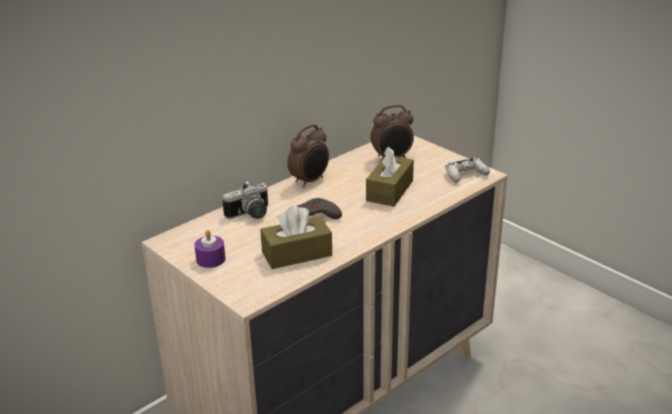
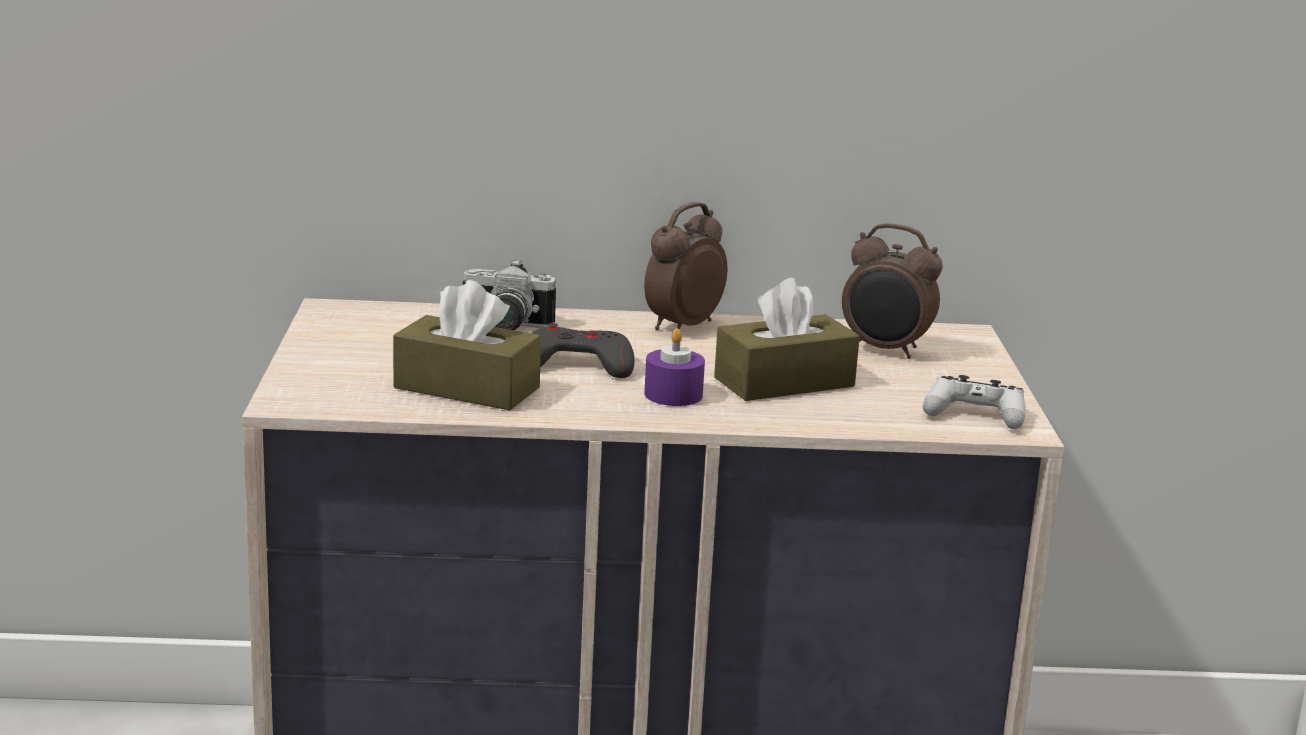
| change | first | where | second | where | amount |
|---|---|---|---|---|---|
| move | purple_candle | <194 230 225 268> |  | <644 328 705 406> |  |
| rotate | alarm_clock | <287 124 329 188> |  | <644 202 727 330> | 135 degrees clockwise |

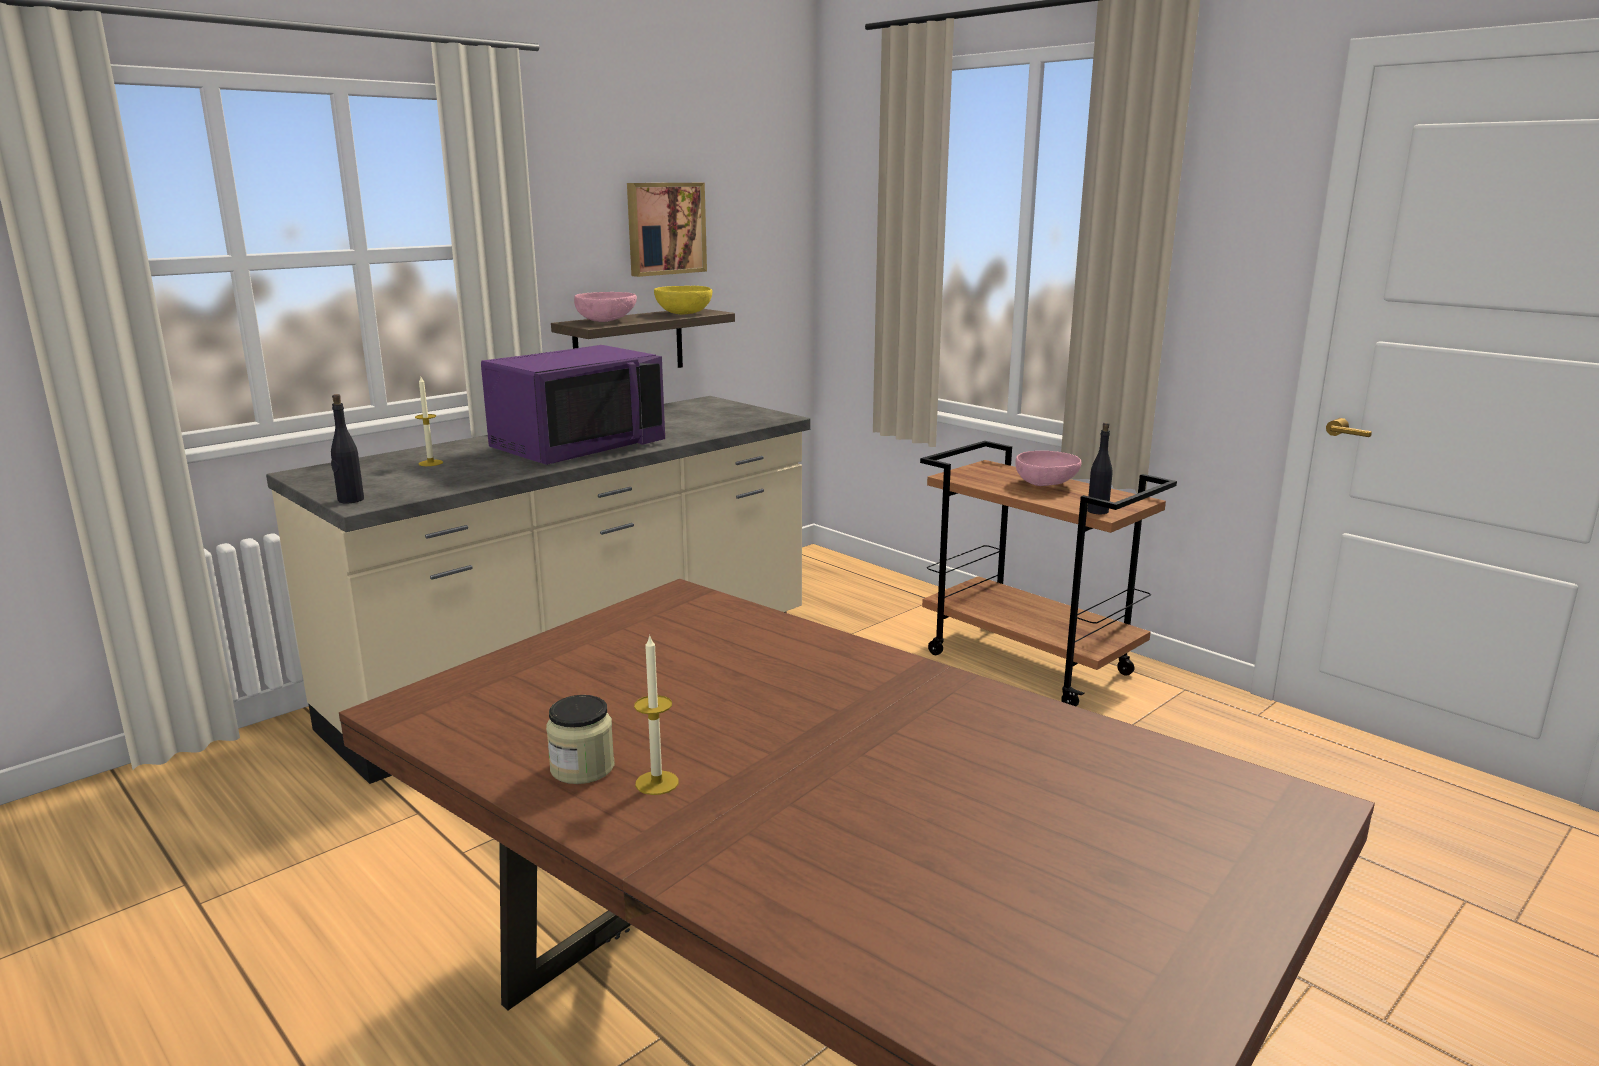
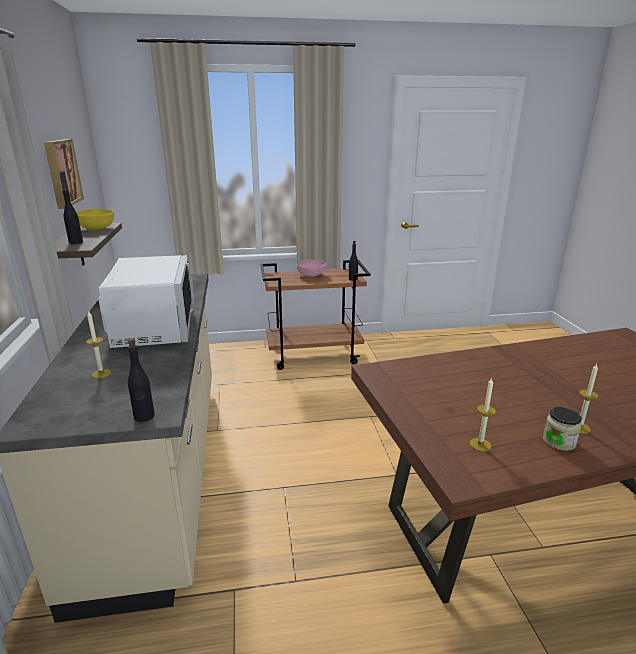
| change | first | where | second | where | amount |
|---|---|---|---|---|---|
| insert |  |  | candle | <470 378 496 451> |  |
| replace | pink_bowl | <574 292 637 322> | black_bottle | <62 185 83 244> |  |
| recolor | purple_microwave | <481 345 665 465> | white_microwave | <98 255 194 348> |  |

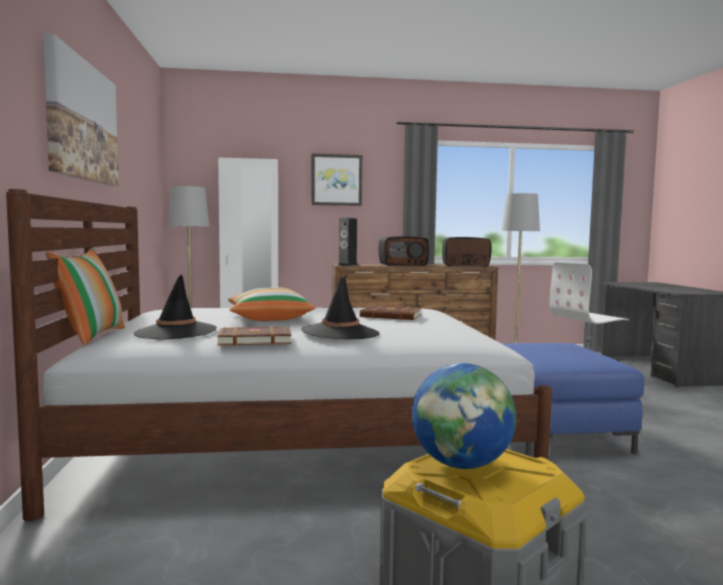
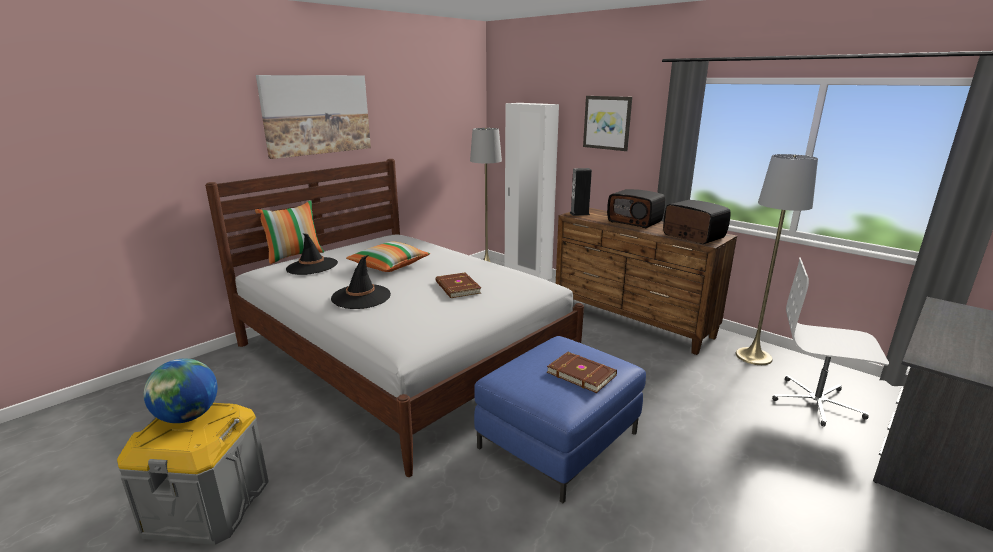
| change | first | where | second | where | amount |
|---|---|---|---|---|---|
| move | brown_book | <217 326 291 346> |  | <547 352 617 393> |  |

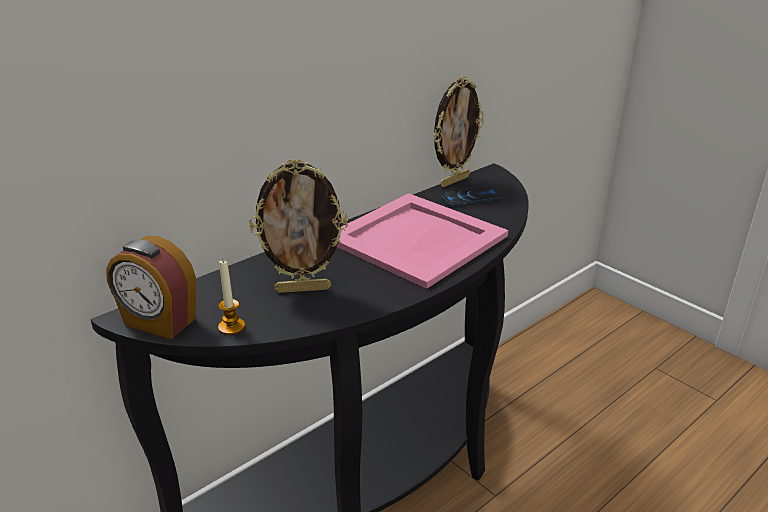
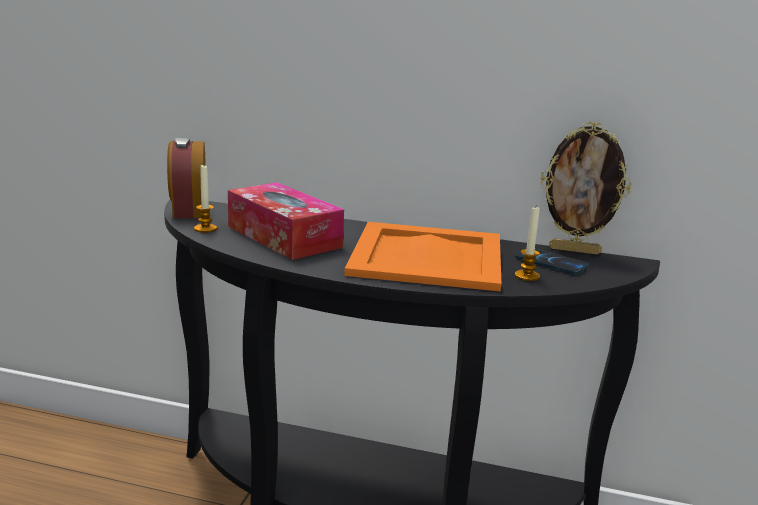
| change | first | where | second | where | amount |
|---|---|---|---|---|---|
| insert |  |  | candle | <515 207 540 281> |  |
| replace | picture_frame | <249 159 348 293> | tissue_box | <228 182 344 260> |  |
| recolor | pink_tray | <337 193 509 289> | orange_tray | <344 222 501 292> |  |

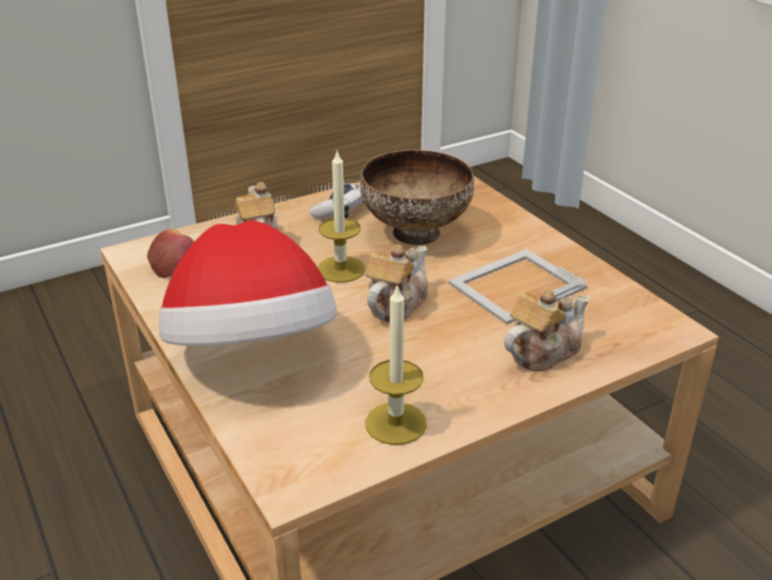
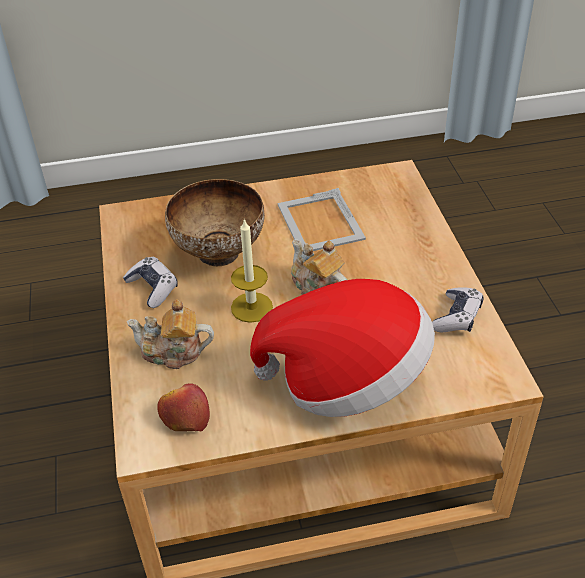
| change | first | where | second | where | amount |
|---|---|---|---|---|---|
| delete | teapot | <504 289 589 371> |  |  |  |
| replace | candle | <365 285 427 445> | game_controller | <432 287 484 333> |  |

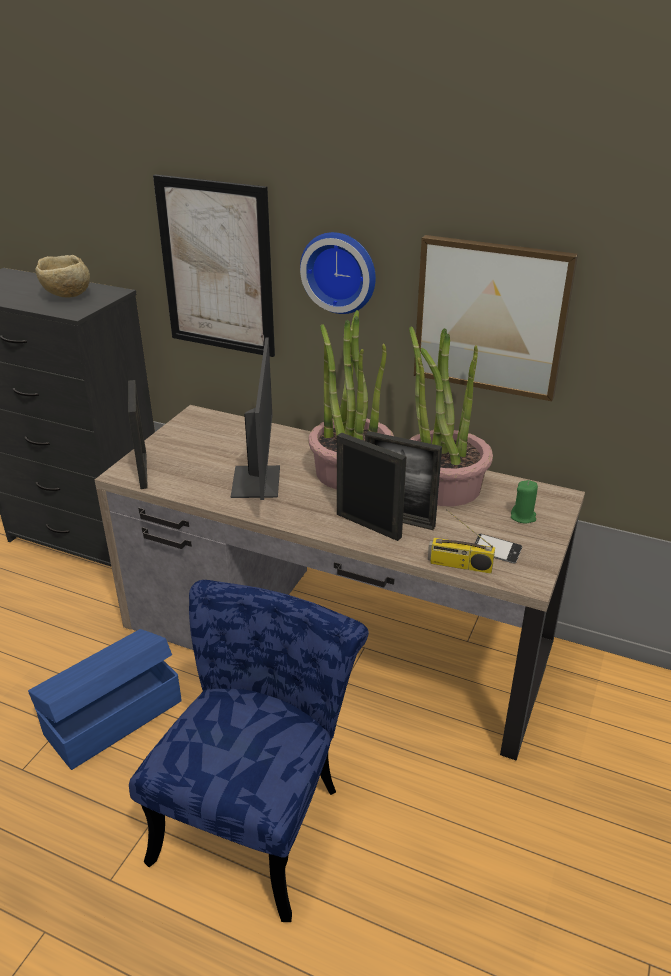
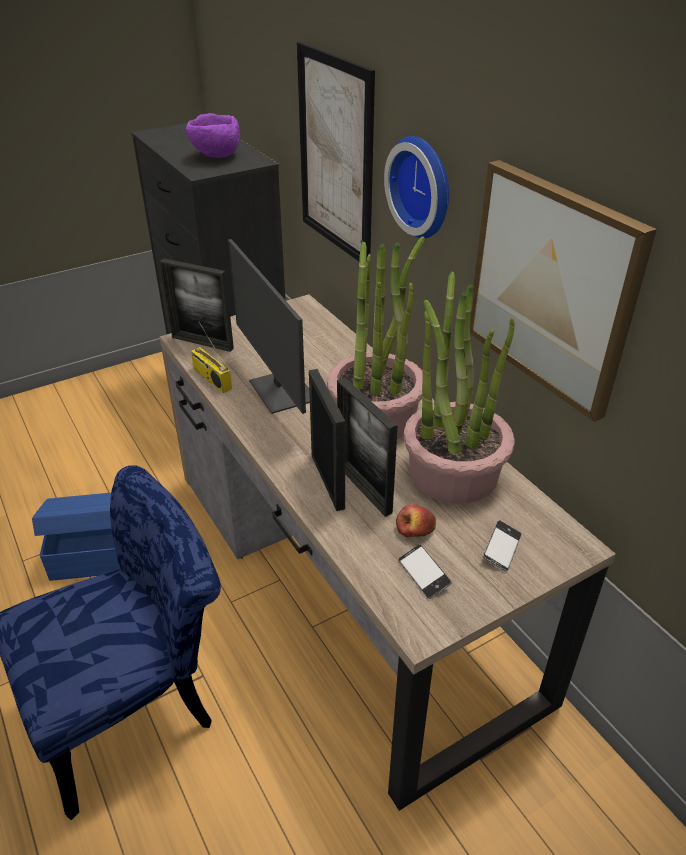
| change | first | where | second | where | amount |
|---|---|---|---|---|---|
| insert |  |  | apple | <396 504 436 537> |  |
| move | radio | <428 509 495 574> |  | <191 322 232 393> |  |
| replace | green_candle | <511 480 538 523> | phone | <483 520 521 571> |  |
| recolor | beige_bowl | <35 255 90 298> | purple_bowl | <186 113 240 158> |  |
| rotate | picture_frame | <128 380 148 489> |  | <160 258 234 352> | 90 degrees clockwise |
| rotate | monitor | <231 337 280 500> |  | <228 239 310 414> | 120 degrees clockwise |

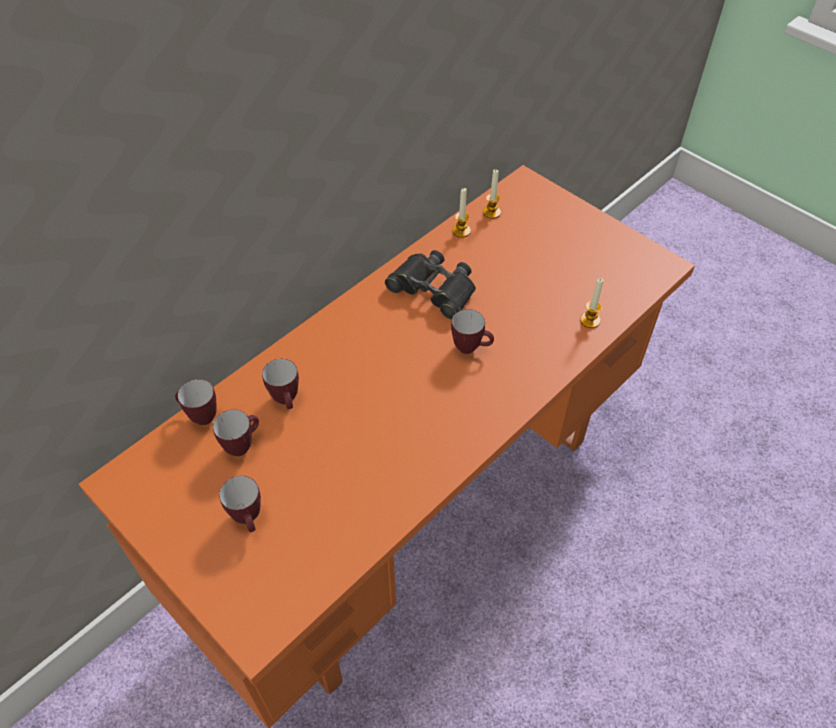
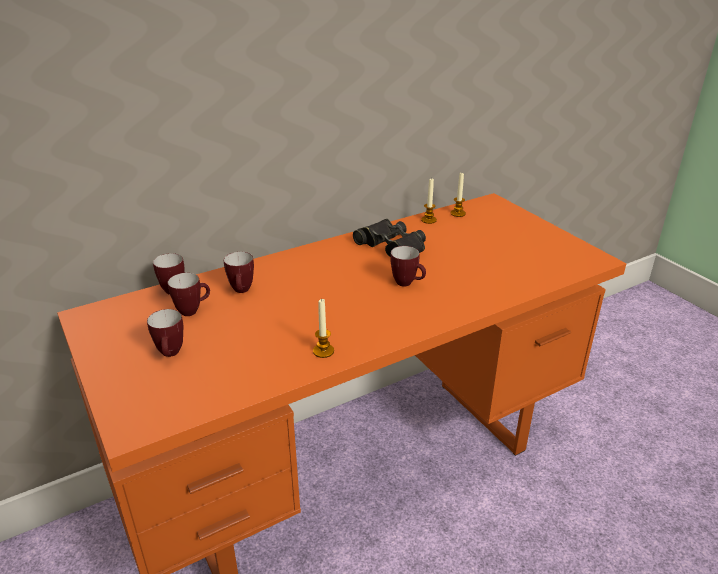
| change | first | where | second | where | amount |
|---|---|---|---|---|---|
| move | candle | <580 278 603 328> |  | <313 298 334 358> |  |

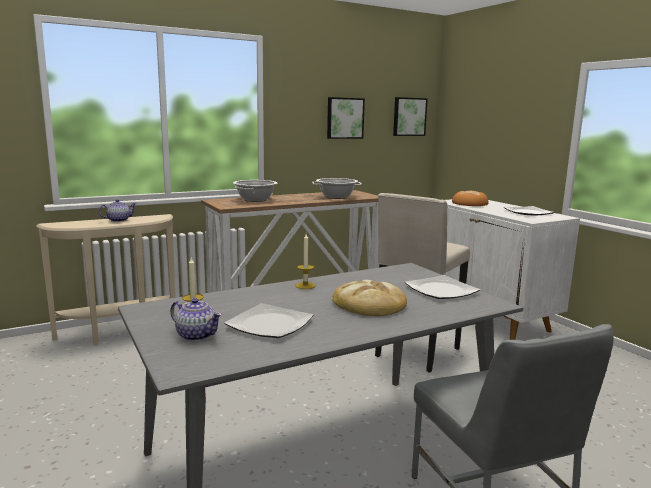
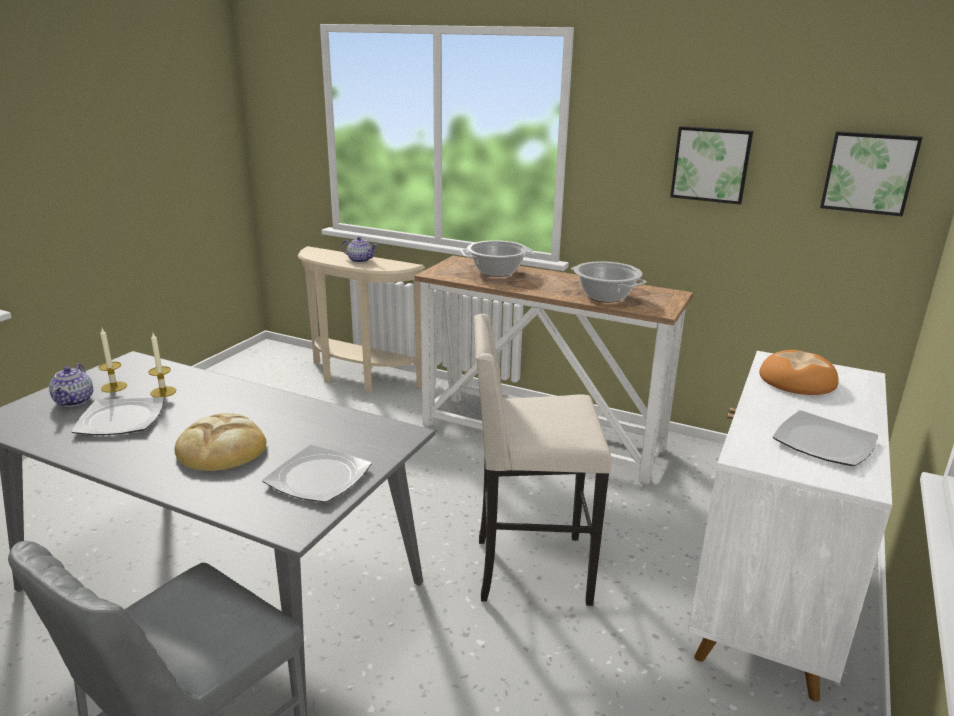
| change | first | where | second | where | amount |
|---|---|---|---|---|---|
| move | candle | <296 234 316 289> |  | <148 333 176 397> |  |

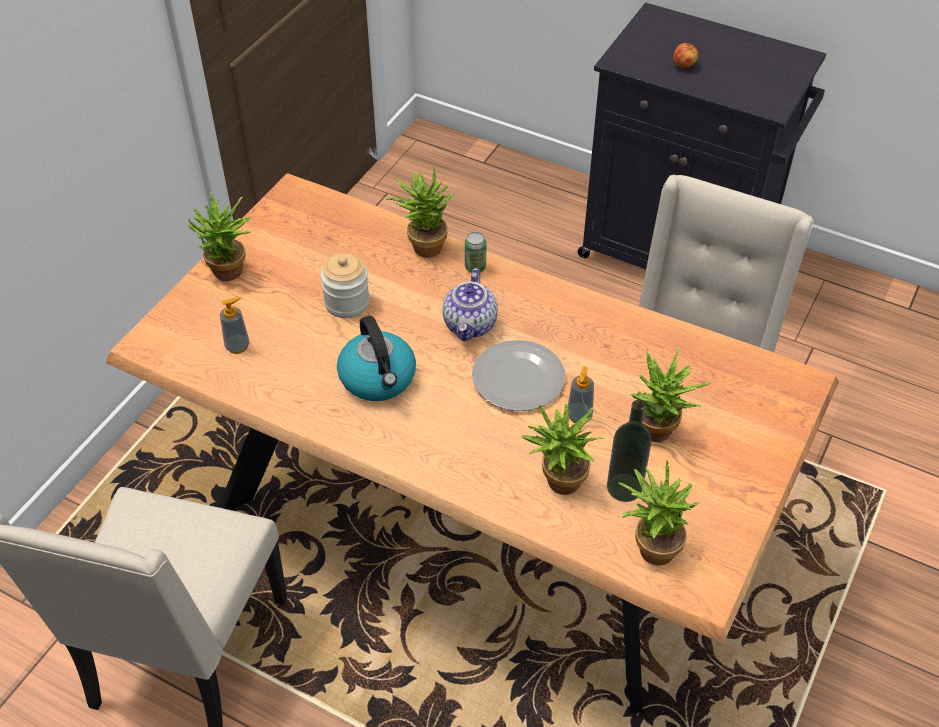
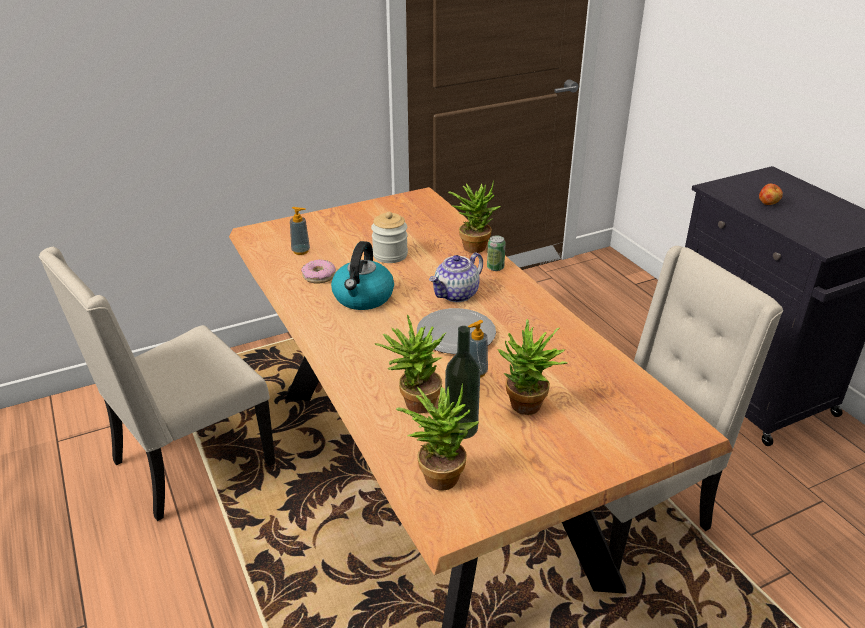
| change | first | where | second | where | amount |
|---|---|---|---|---|---|
| delete | potted_plant | <187 192 251 281> |  |  |  |
| insert |  |  | donut | <301 259 336 284> |  |

